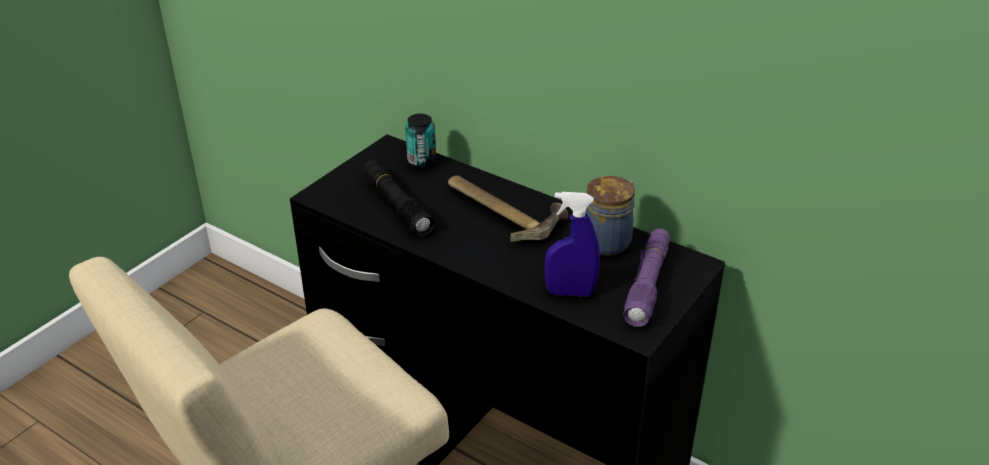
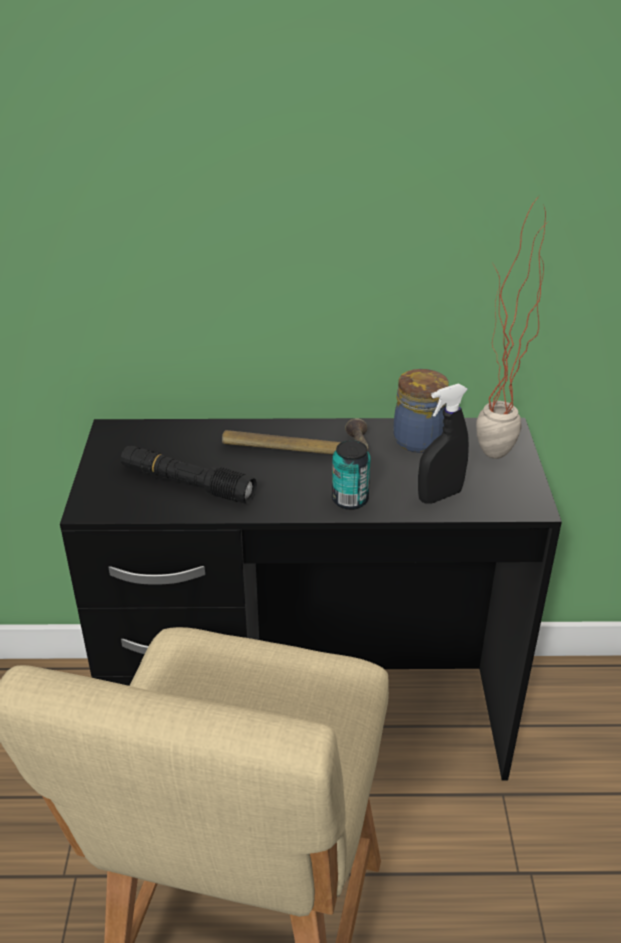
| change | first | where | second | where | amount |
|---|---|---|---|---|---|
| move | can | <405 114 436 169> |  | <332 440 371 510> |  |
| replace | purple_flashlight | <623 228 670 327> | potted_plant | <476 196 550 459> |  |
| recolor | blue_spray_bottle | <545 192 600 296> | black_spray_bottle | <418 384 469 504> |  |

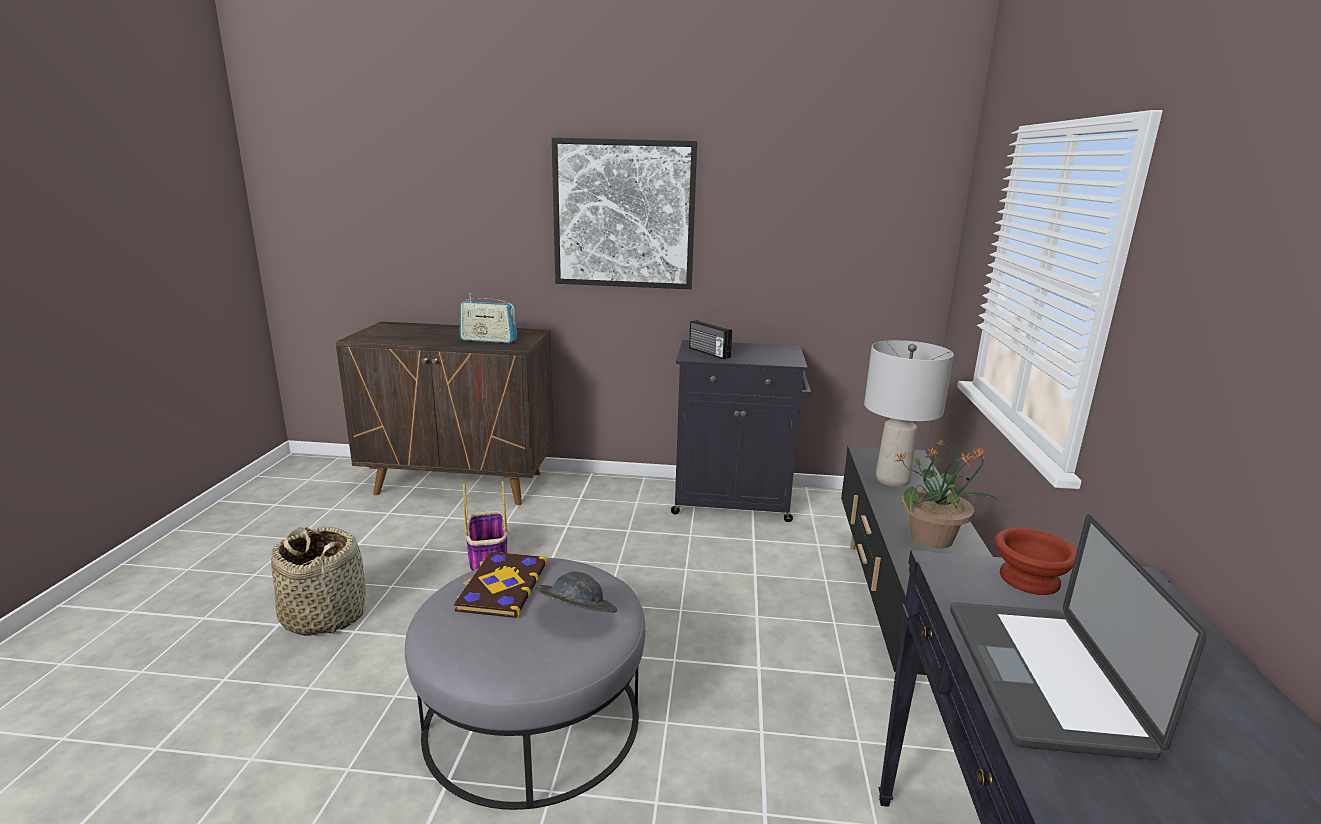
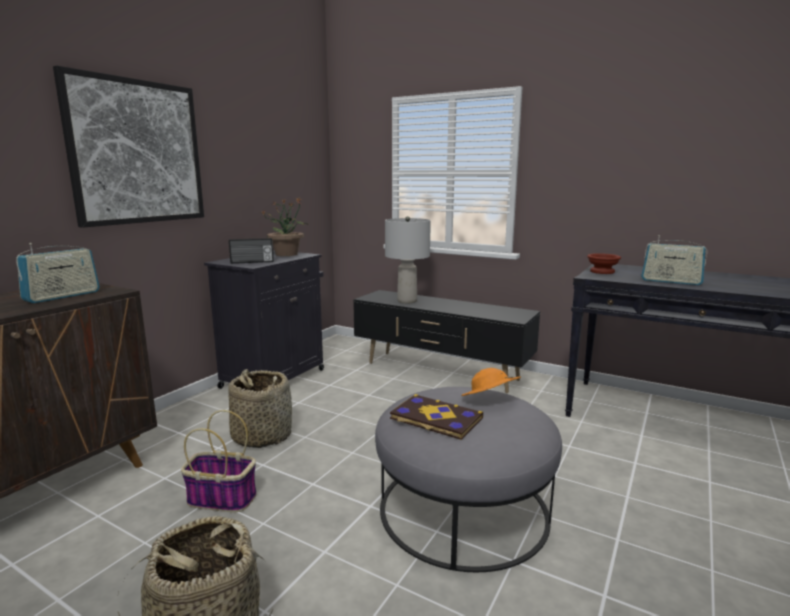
| change | first | where | second | where | amount |
|---|---|---|---|---|---|
| insert |  |  | basket | <228 369 292 448> |  |
| move | potted_plant | <895 439 997 549> |  | <262 198 307 256> |  |
| replace | laptop | <950 514 1207 760> | radio | <641 235 707 285> |  |
| recolor | grey_hat | <534 572 618 612> | orange_hat | <461 368 521 396> |  |

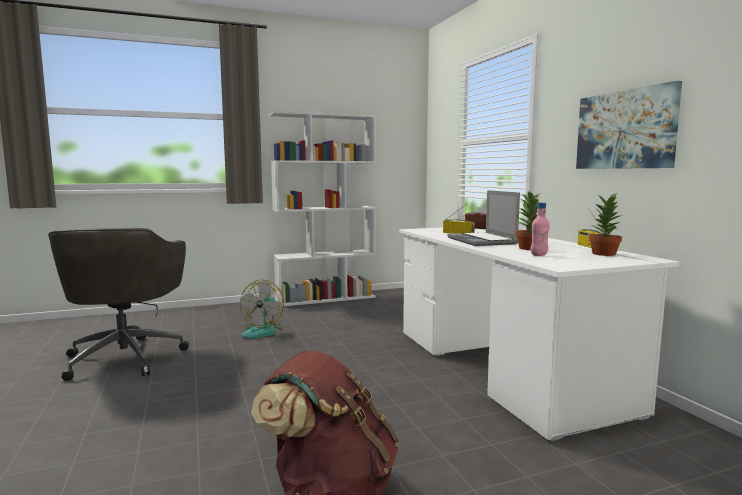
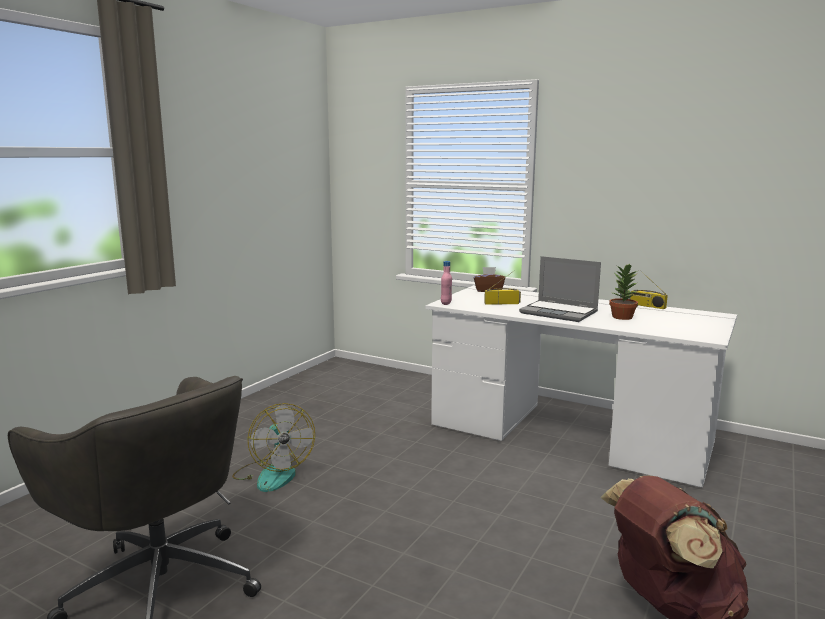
| change | first | where | second | where | amount |
|---|---|---|---|---|---|
| delete | white_bookcase | <270 111 376 307> |  |  |  |
| delete | picture | <576 81 682 169> |  |  |  |
| delete | potted_plant | <589 193 622 256> |  |  |  |
| move | pink_bottle | <531 202 550 256> |  | <441 261 452 305> |  |

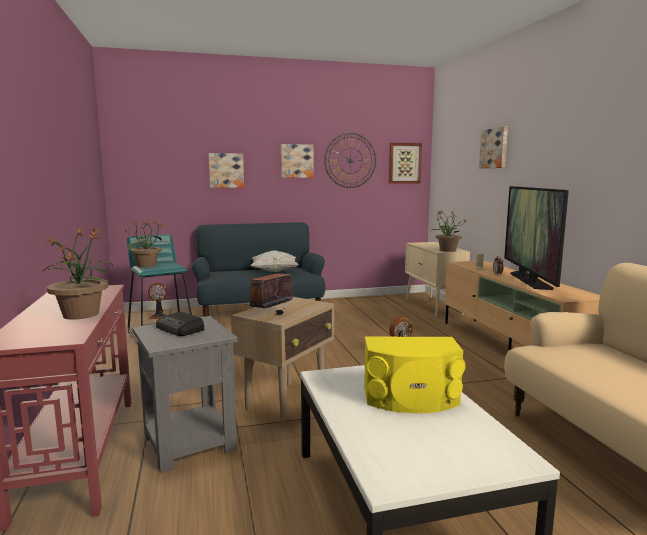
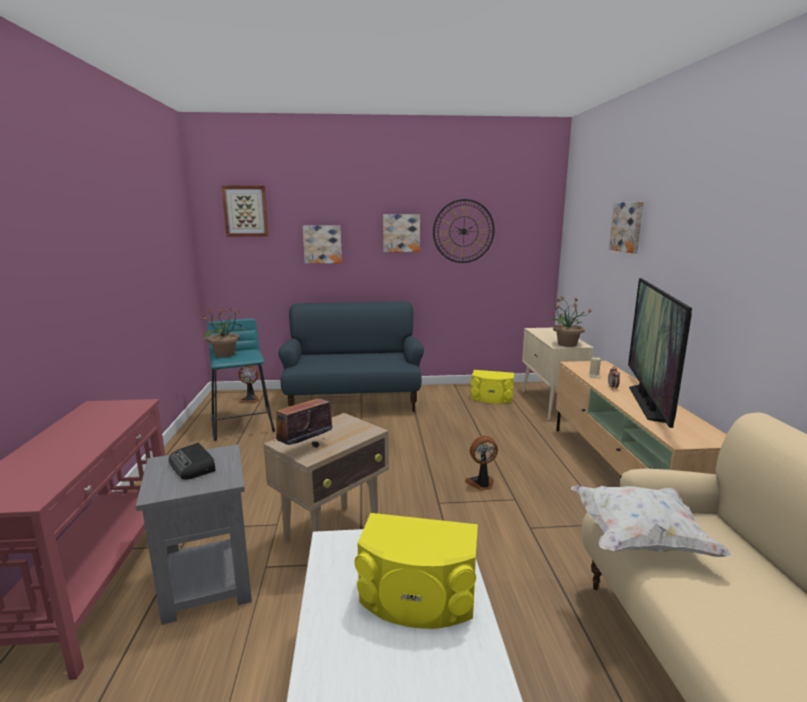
| change | first | where | second | where | amount |
|---|---|---|---|---|---|
| delete | potted_plant | <43 227 113 319> |  |  |  |
| insert |  |  | yellow_speaker | <471 370 514 404> |  |
| move | white_pillow | <250 250 299 272> |  | <571 486 732 557> |  |
| move | picture | <389 143 422 184> |  | <222 186 269 237> |  |

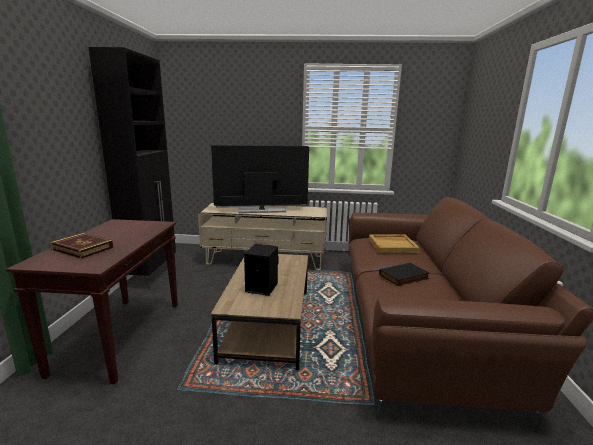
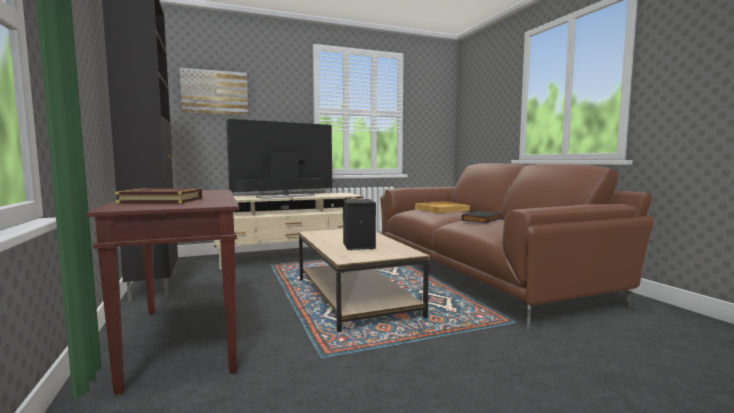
| change | first | where | second | where | amount |
|---|---|---|---|---|---|
| insert |  |  | picture | <180 68 248 115> |  |

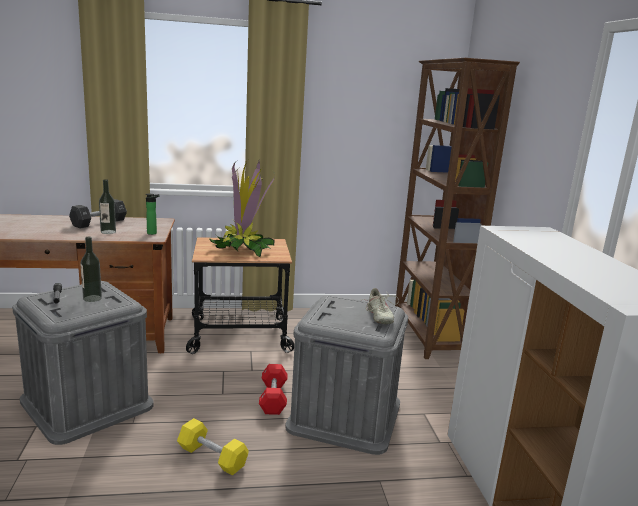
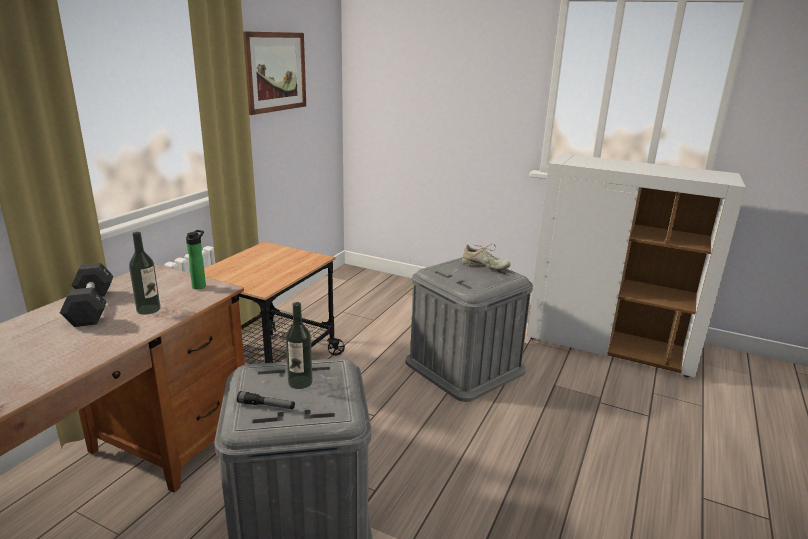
| change | first | where | second | where | amount |
|---|---|---|---|---|---|
| delete | yellow_dumbbell | <177 418 249 476> |  |  |  |
| delete | potted_plant | <209 159 275 257> |  |  |  |
| delete | red_dumbbell | <259 364 288 415> |  |  |  |
| delete | brown_bookcase | <395 58 520 359> |  |  |  |
| insert |  |  | picture | <243 31 306 115> |  |

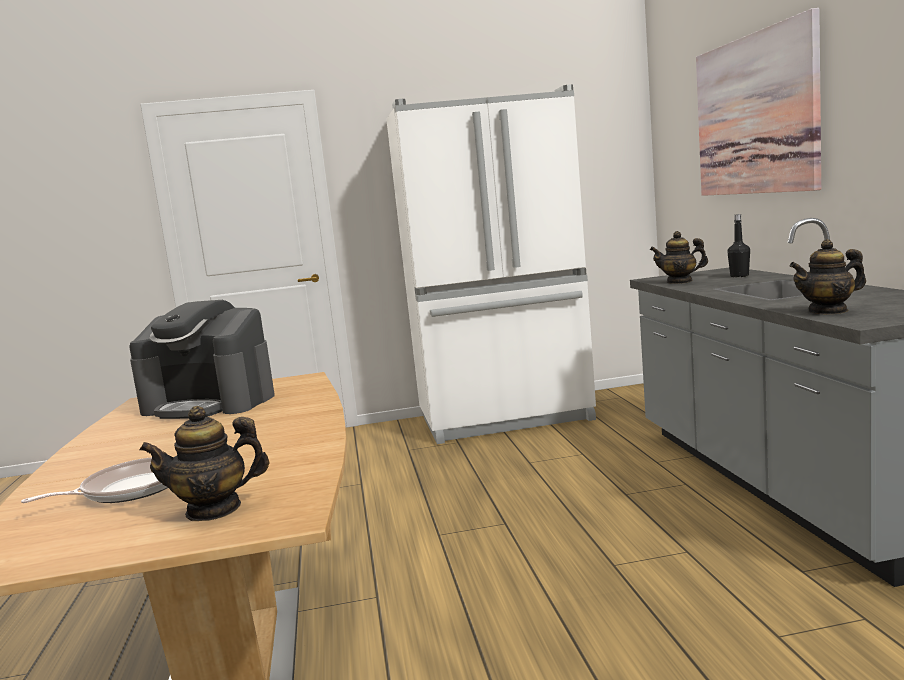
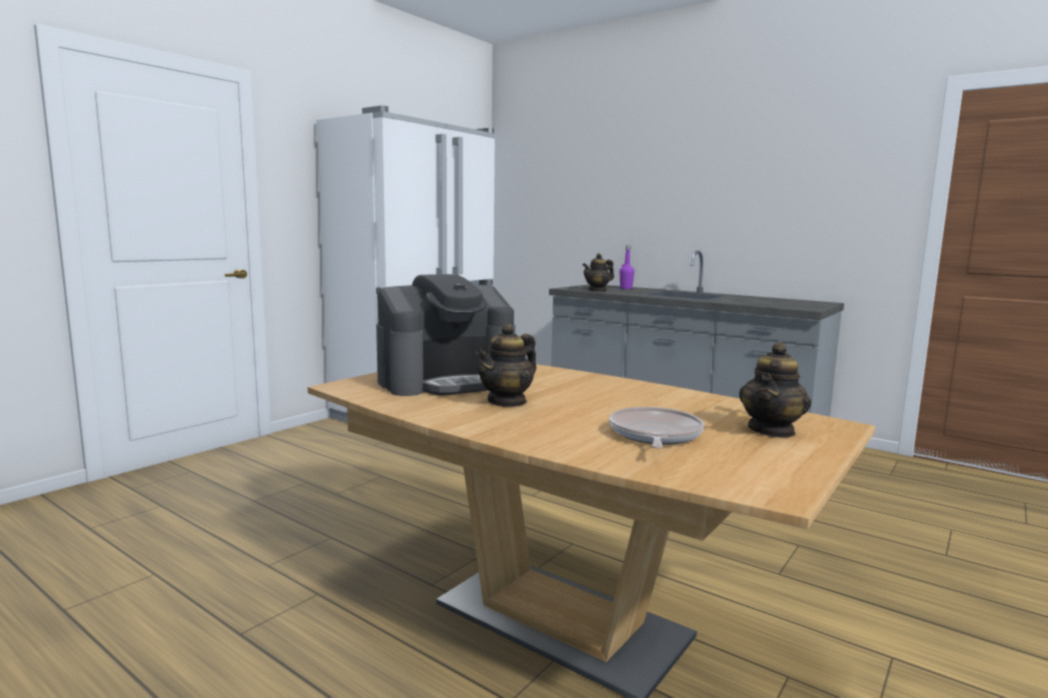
| change | first | where | second | where | amount |
|---|---|---|---|---|---|
| delete | picture | <696 8 821 196> |  |  |  |
| move | teapot | <789 239 866 315> |  | <475 323 537 407> |  |
| recolor | black_bottle | <727 214 750 277> | purple_bottle | <620 245 635 289> |  |

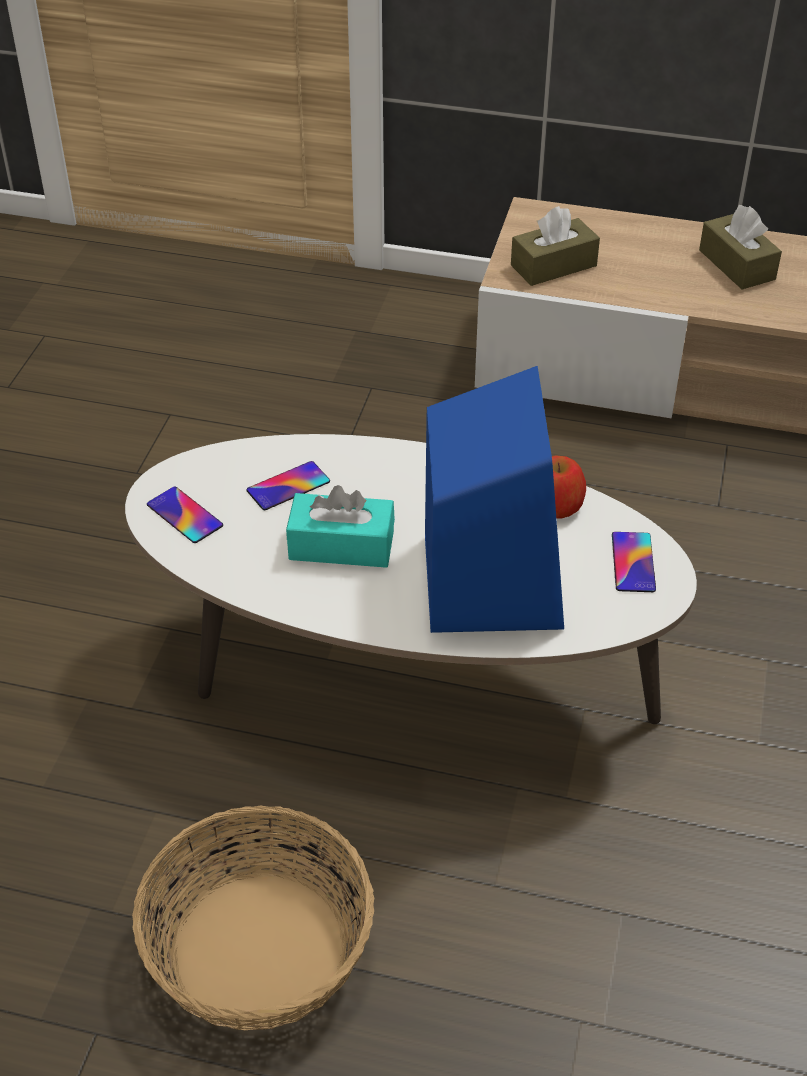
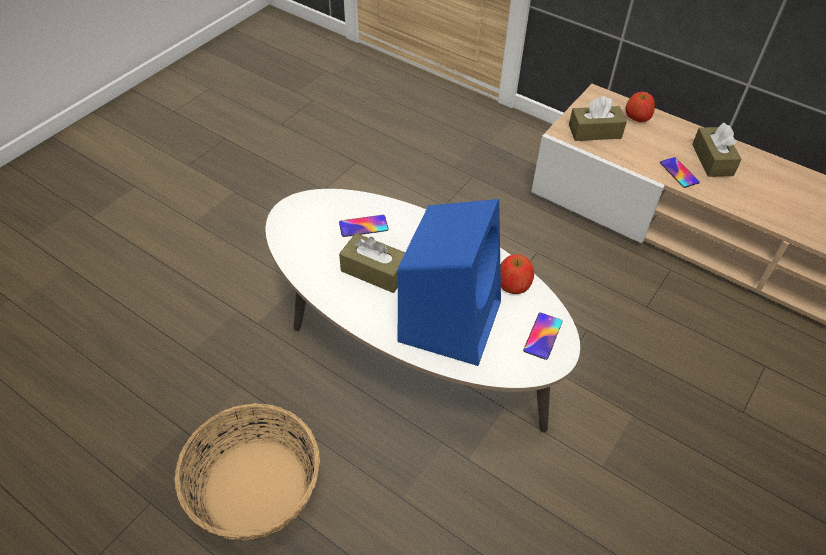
| change | first | where | second | where | amount |
|---|---|---|---|---|---|
| insert |  |  | apple | <625 92 655 122> |  |
| move | phone | <147 487 223 543> |  | <660 157 700 188> |  |
| recolor | turquoise_tissue_box | <286 485 395 568> | brown_tissue_box | <339 233 405 293> |  |

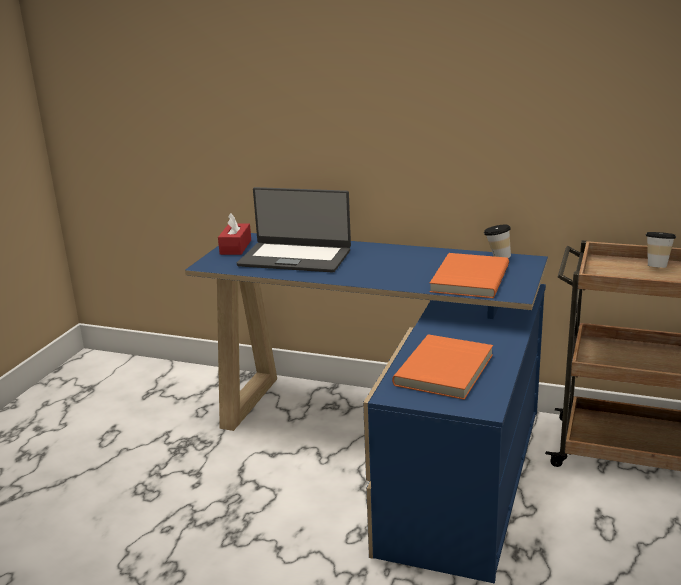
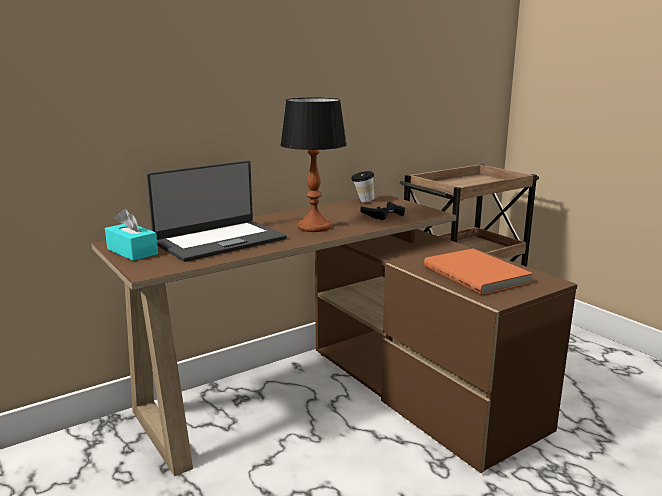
| change | first | where | second | where | amount |
|---|---|---|---|---|---|
| delete | cup | <646 232 676 268> |  |  |  |
| insert |  |  | table_lamp | <280 98 347 232> |  |
| replace | orange_book | <430 253 509 298> | black_game_controller | <361 202 405 220> |  |
| recolor | blue_desk | <185 233 548 583> | brown_desk | <91 194 577 476> |  |
| recolor | red_tissue_box | <218 213 251 255> | turquoise_tissue_box | <105 209 158 261> |  |

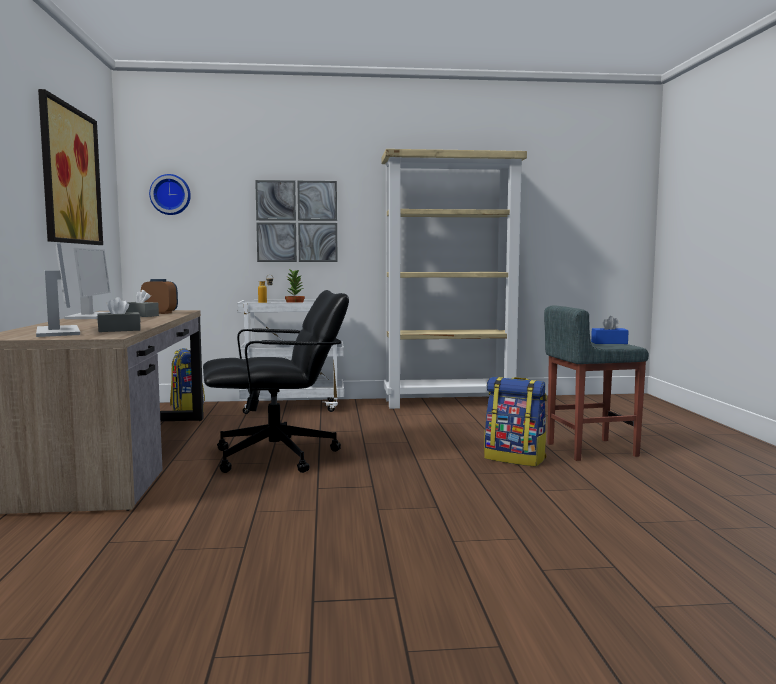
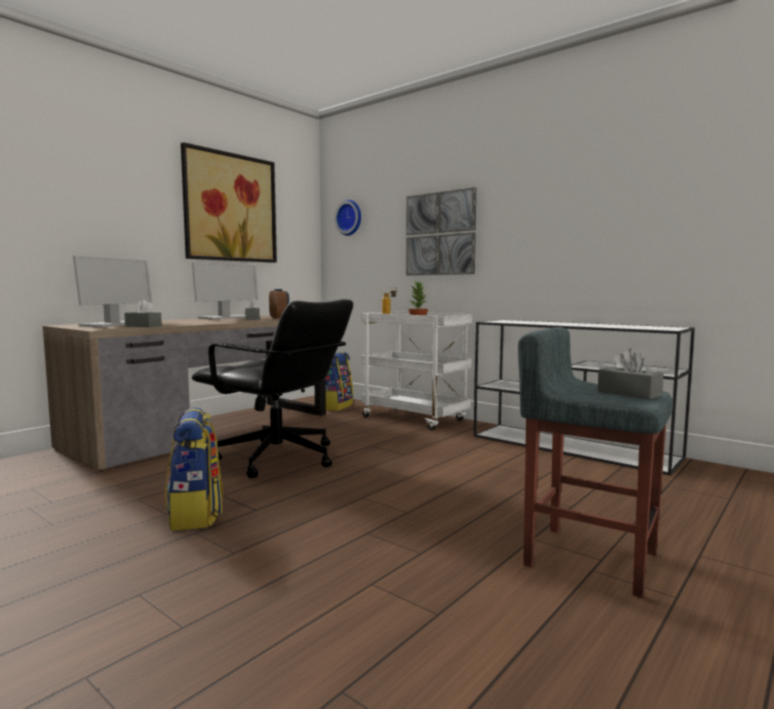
| change | first | where | second | where | amount |
|---|---|---|---|---|---|
| move | backpack | <484 377 547 467> |  | <165 407 223 531> |  |
| replace | beige_bookcase | <381 149 527 409> | white_console_table | <474 320 695 476> |  |
| recolor | blue_tissue_box | <591 316 629 344> | grey_tissue_box | <598 348 664 400> |  |

